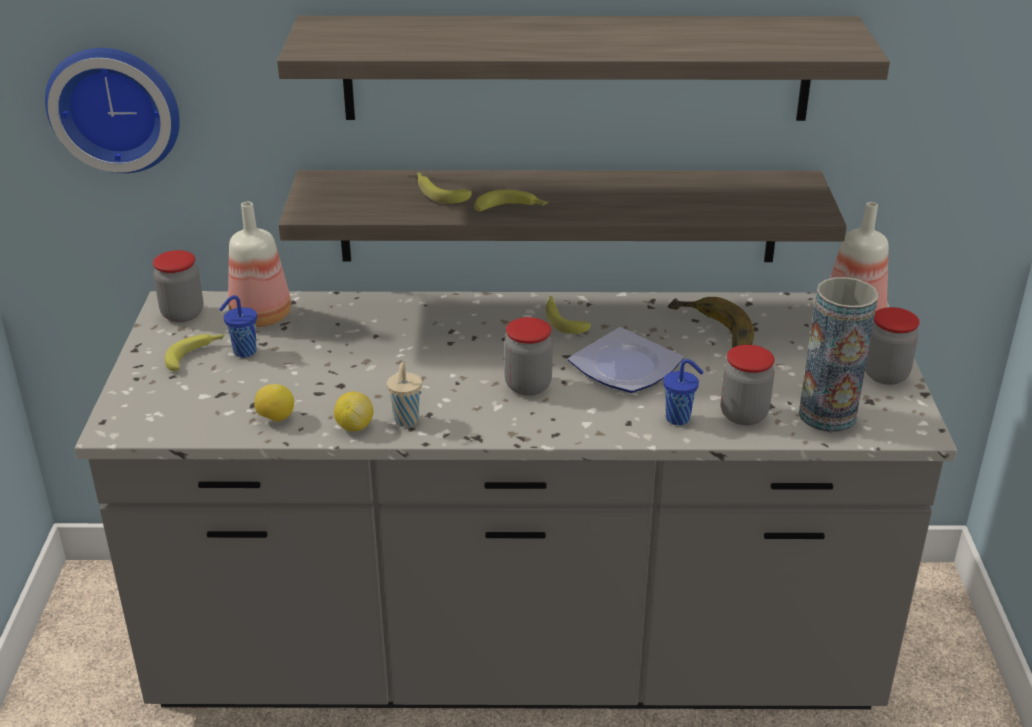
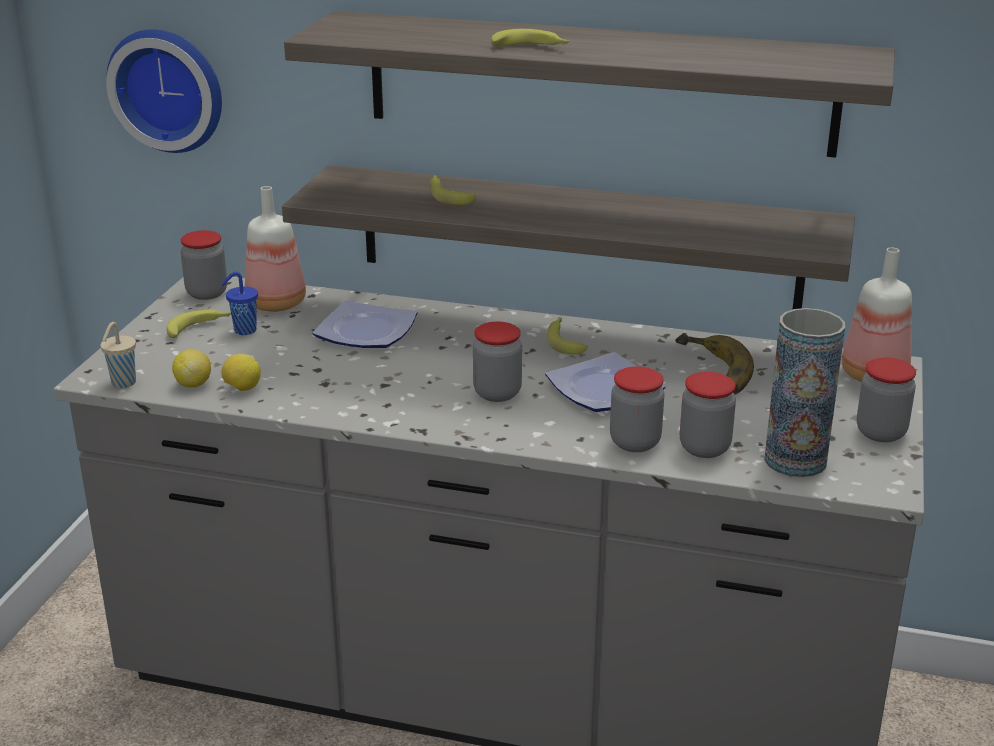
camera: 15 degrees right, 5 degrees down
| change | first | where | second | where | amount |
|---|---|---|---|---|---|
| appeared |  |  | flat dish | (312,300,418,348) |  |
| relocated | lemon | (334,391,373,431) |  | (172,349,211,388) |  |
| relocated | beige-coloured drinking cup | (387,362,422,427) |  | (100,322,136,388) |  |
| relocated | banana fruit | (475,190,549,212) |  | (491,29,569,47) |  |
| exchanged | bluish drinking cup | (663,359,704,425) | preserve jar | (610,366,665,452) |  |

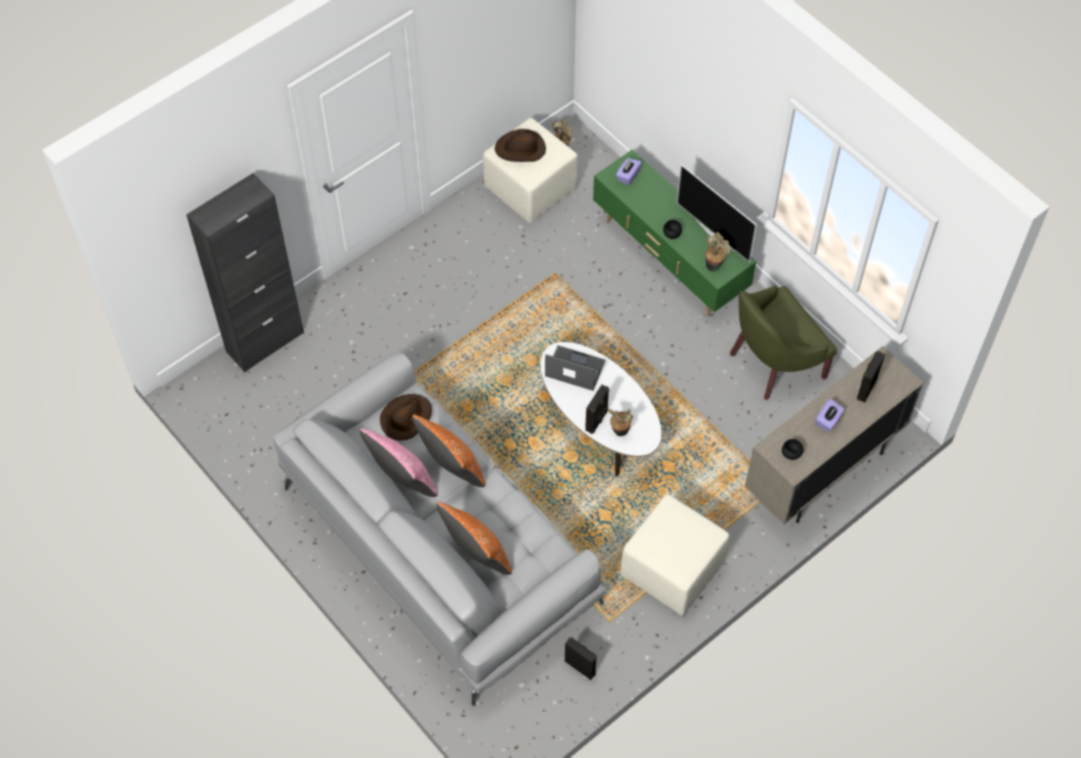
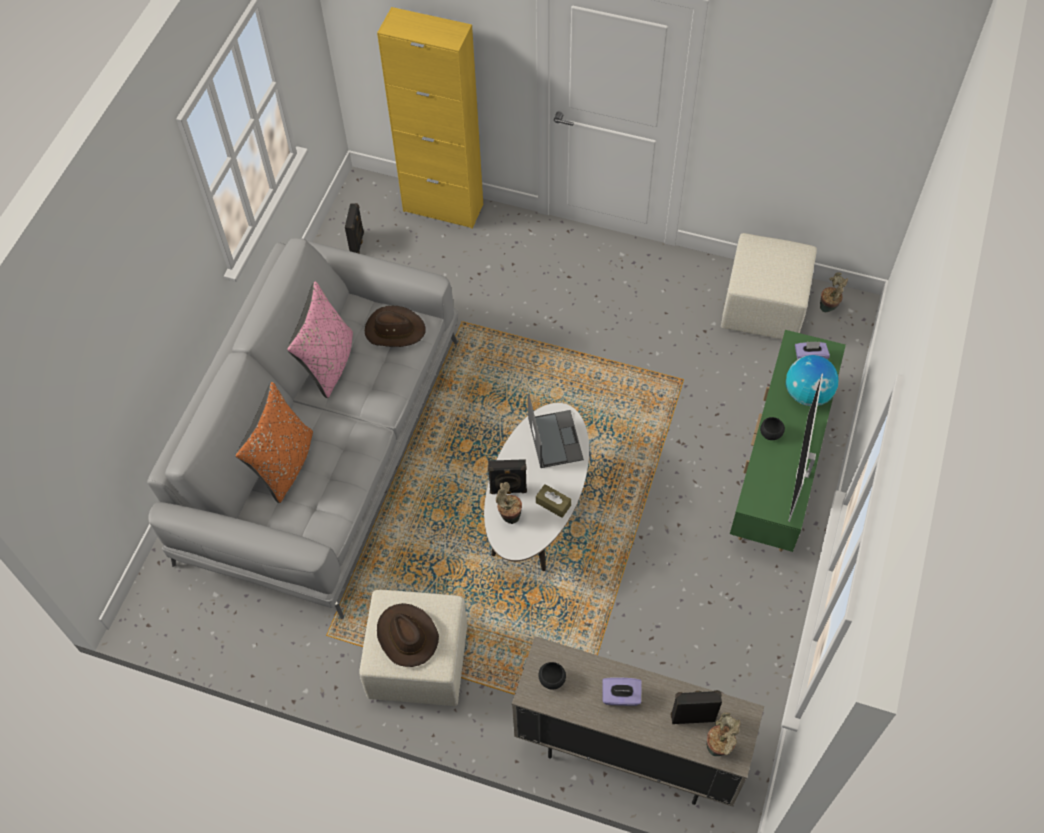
camera: 60 degrees right, 0 degrees up
| change | first | where | second | where | amount |
|---|---|---|---|---|---|
| missing | orange throw pillow | (412,415,486,487) |  |  |  |
| missing | green-coloured easy chair | (730,285,837,400) |  |  |  |
| appeared |  |  | brownish box of tissues | (536,484,571,518) |  |
| appeared |  |  | world globe | (786,355,839,406) |  |
| relocated | brownish clothing hat | (495,129,546,162) |  | (377,603,439,667) |  |
| relocated | black audio speaker | (565,637,597,680) |  | (345,203,364,253) |  |
| relocated | potted plant | (705,232,730,272) |  | (707,713,741,756) |  |
| colour | black cupboard | (186,173,304,372) | yellow cupboard | (377,7,483,229) |  |

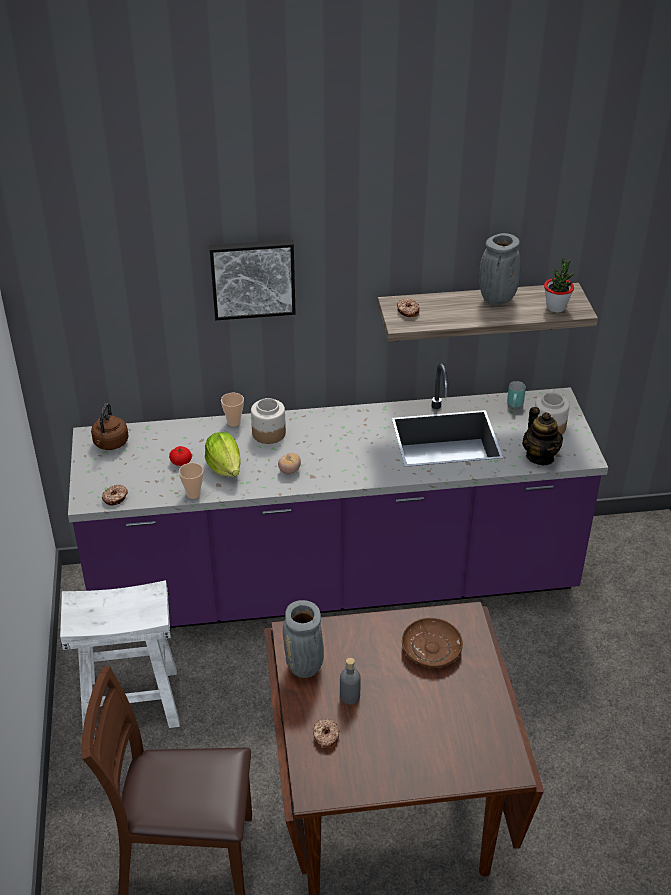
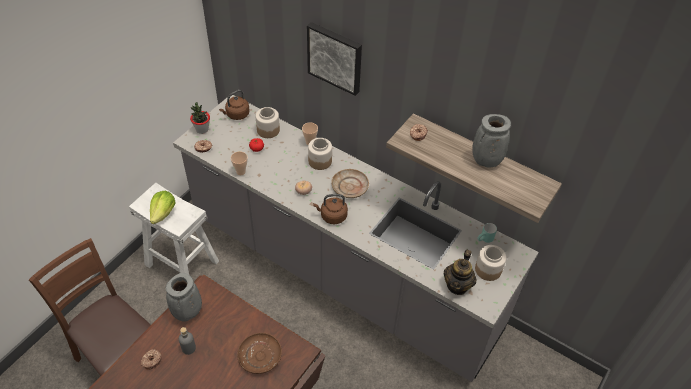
camera: 40 degrees right, 10 degrees up
| change | first | where | second | where | amount |
|---|---|---|---|---|---|
| appeared |  |  | preserve jar | (256,107,280,138) |  |
| appeared |  |  | brownish kettle | (313,194,348,224) |  |
| appeared |  |  | beige-coloured flat dish | (331,169,369,198) |  |
| relocated | lettuce | (205,432,241,477) |  | (150,191,176,224) |  |
| relocated | potted plant | (544,258,575,313) |  | (190,102,210,134) |  |
| colour | purple counter | (68,363,608,628) | gray counter | (173,95,539,382) |  |

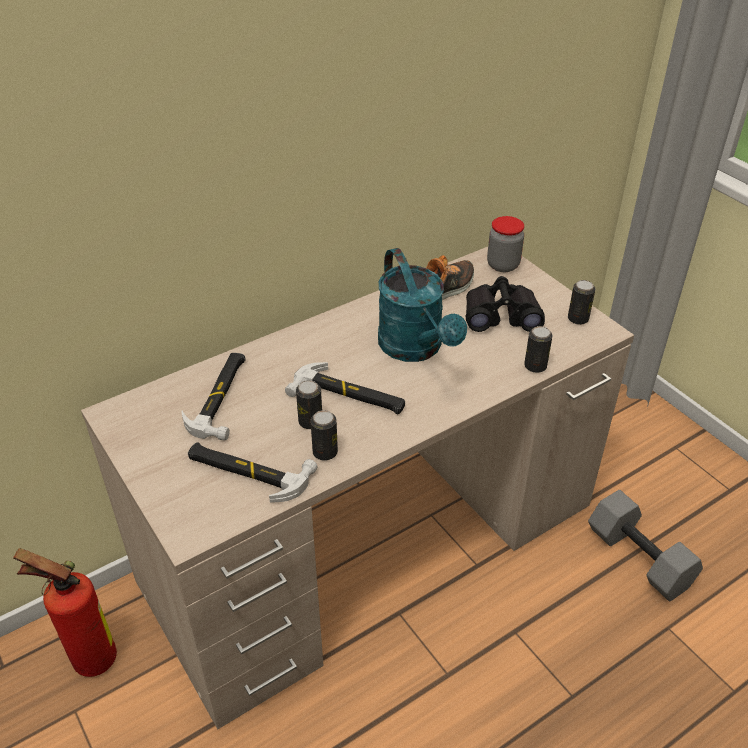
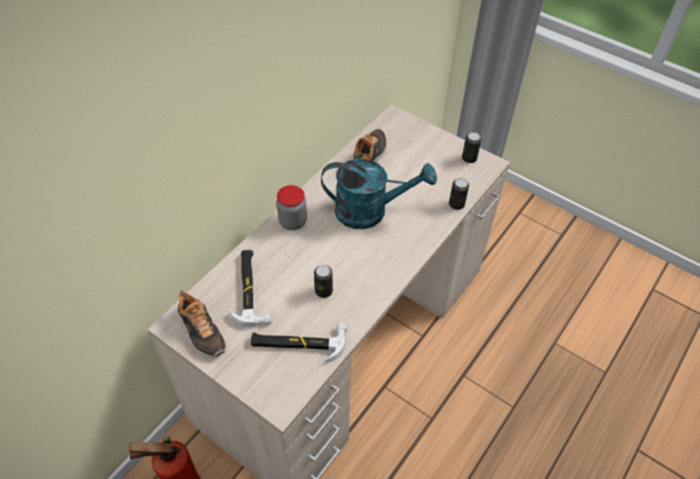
camera: 20 degrees left, 10 degrees up
| change | first | where | second | where | amount |
|---|---|---|---|---|---|
| missing | tool hammer | (285,362,405,414) |  |  |  |
| missing | sealed can | (310,410,338,461) |  |  |  |
| missing | black pair of binoculars | (466,276,545,332) |  |  |  |
| missing | gray free weight | (588,490,703,601) |  |  |  |
| appeared |  |  | low shoe | (178,291,227,357) |  |
| relocated | preserve jar | (487,216,524,272) |  | (277,185,307,230) |  |
| spun | turquoise-coloured watering pot | (378,248,467,362) |  | (321,159,437,229) | 45 degrees counterclockwise |

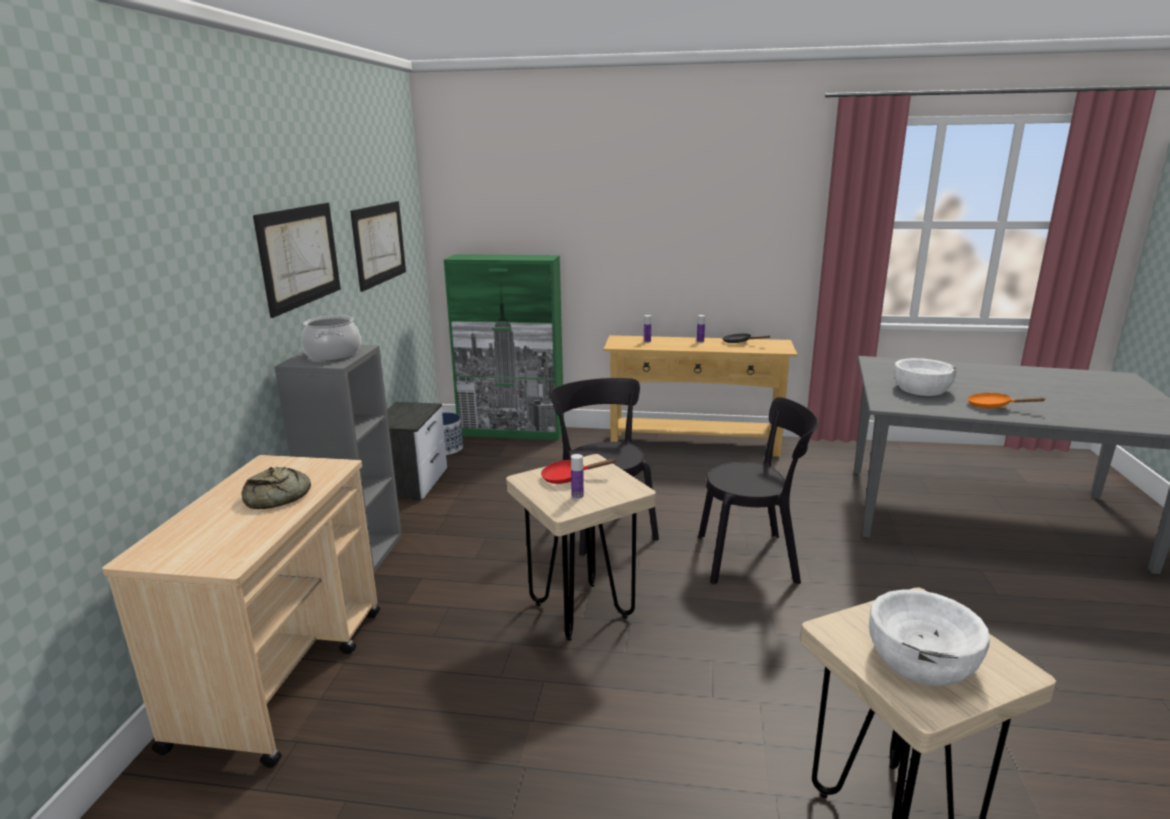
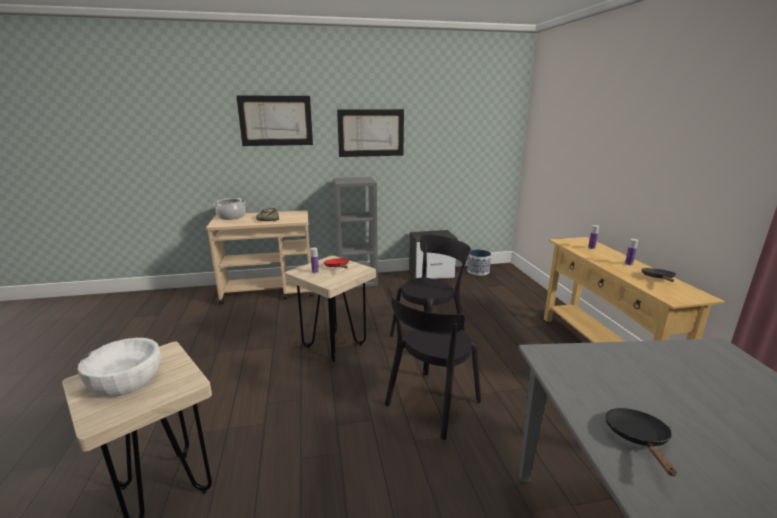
camera: 70 degrees right, 0 degrees up
| change | first | where | second | where | amount |
|---|---|---|---|---|---|
| missing | green-coloured cupboard | (444,254,564,440) |  |  |  |
| missing | whitish deep dish | (894,358,956,396) |  |  |  |
| relocated | cooking pot | (301,316,361,360) |  | (214,198,246,220) |  |
| relocated | wall art | (350,201,406,292) |  | (236,96,313,146) |  |
| colour | orange skillet | (967,393,1045,408) | black skillet | (606,408,677,476) |  |
| spun | black upright chair | (698,397,818,584) |  | (385,288,481,440) | 60 degrees clockwise |

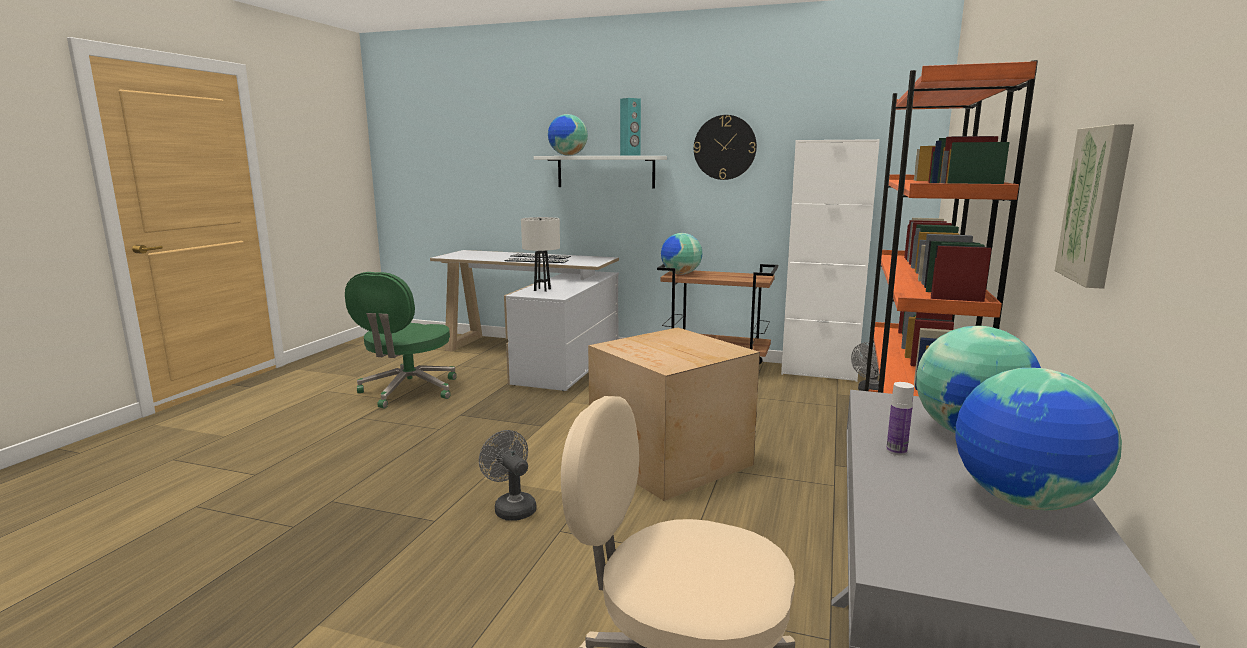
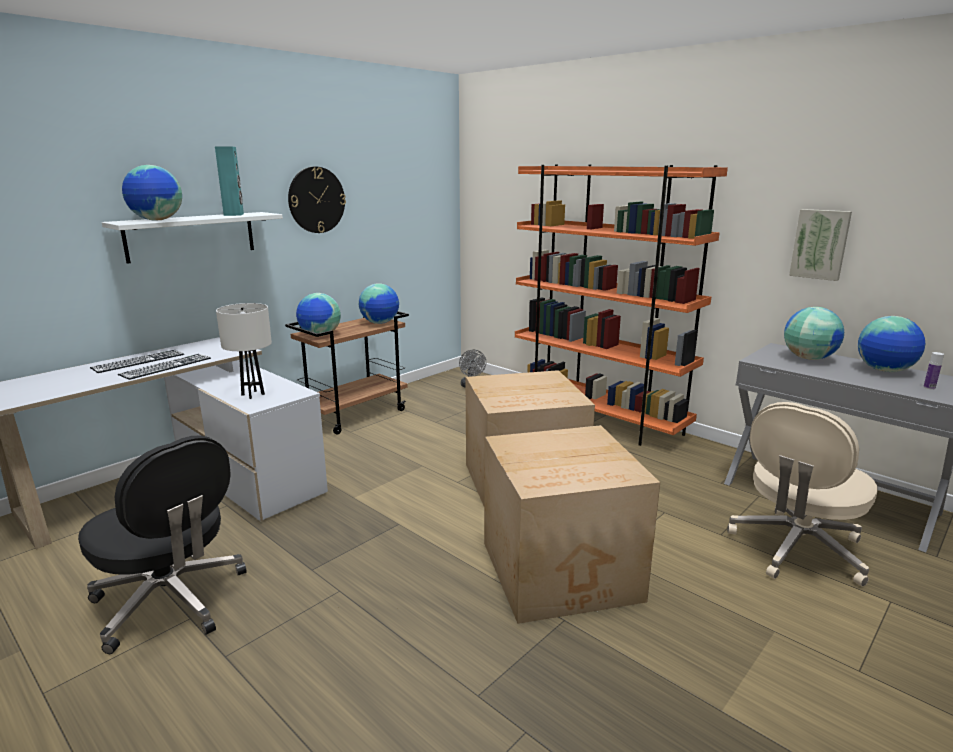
camera: 65 degrees left, 5 degrees up
| change | first | where | second | where | amount |
|---|---|---|---|---|---|
| missing | whitish cupboard | (781,139,880,382) |  |  |  |
| appeared |  |  | world globe | (359,283,399,324) |  |
| relocated | beverage bottle | (886,382,914,455) |  | (923,352,944,390) |  |
| exchanged | gray fan | (479,430,537,521) | packing box | (484,425,660,624) |  |
| colour | green-coloured desk chair | (345,272,457,408) | black desk chair | (78,435,247,654) |  |

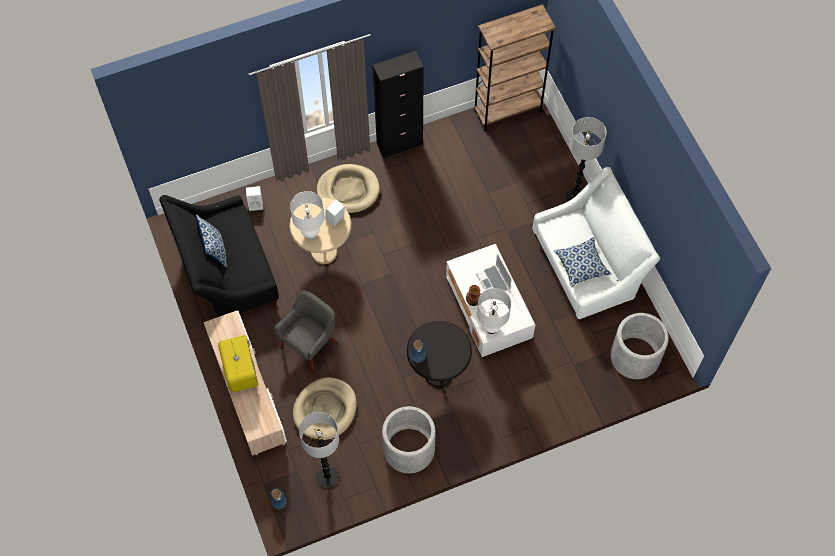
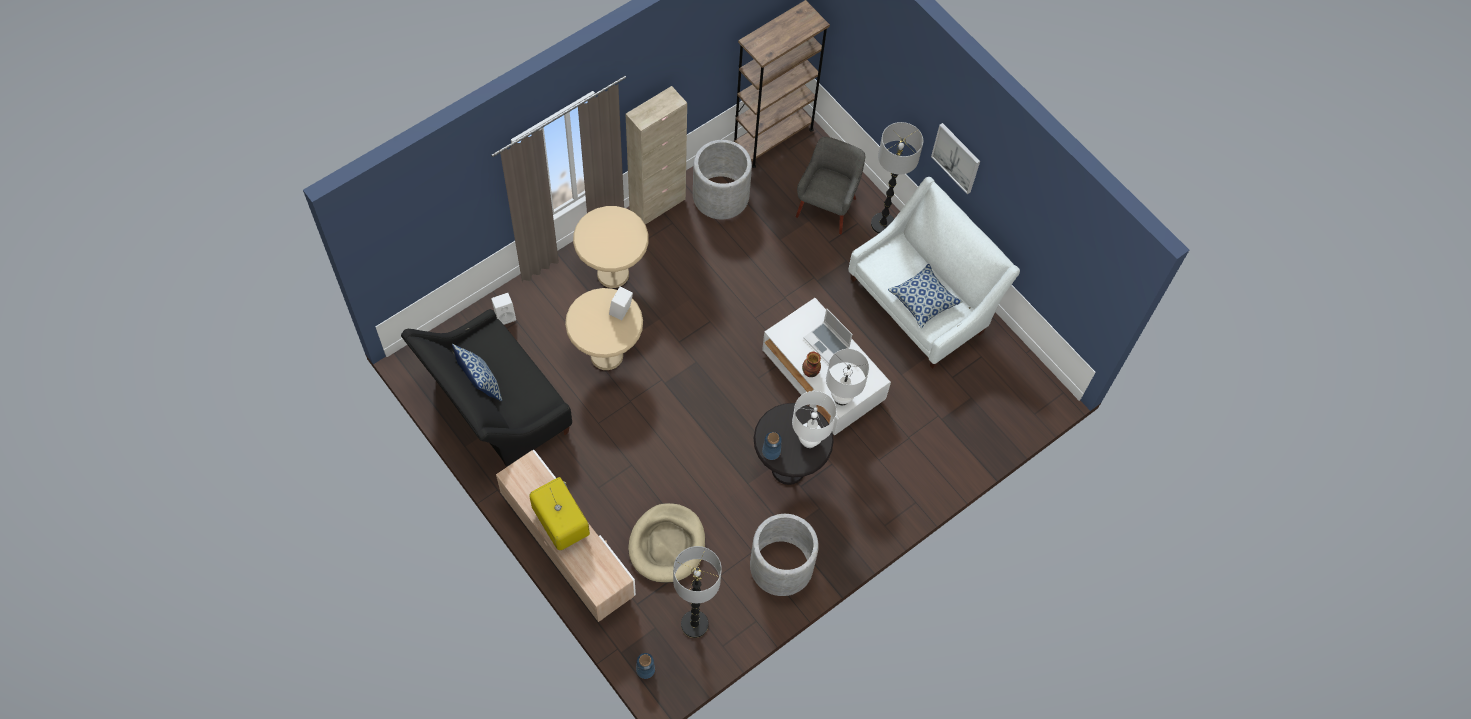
camera: 20 degrees left, 0 degrees up
| change | first | where | second | where | amount |
|---|---|---|---|---|---|
| appeared |  |  | wall art | (931,123,980,195) |  |
| relocated | gray easy chair | (274,290,338,373) |  | (796,137,865,235) |  |
| relocated | whitish tabletop lamp | (290,191,325,239) |  | (792,391,836,448) |  |
| relocated | gray planter | (610,313,669,379) |  | (693,140,752,219) |  |
| exchanged | beige-coloured dog cushion | (317,164,380,213) | beige-coloured accent table | (573,206,648,288) |  |
| colour | black cupboard | (373,51,424,158) | beige-coloured cupboard | (626,86,687,225) |  |

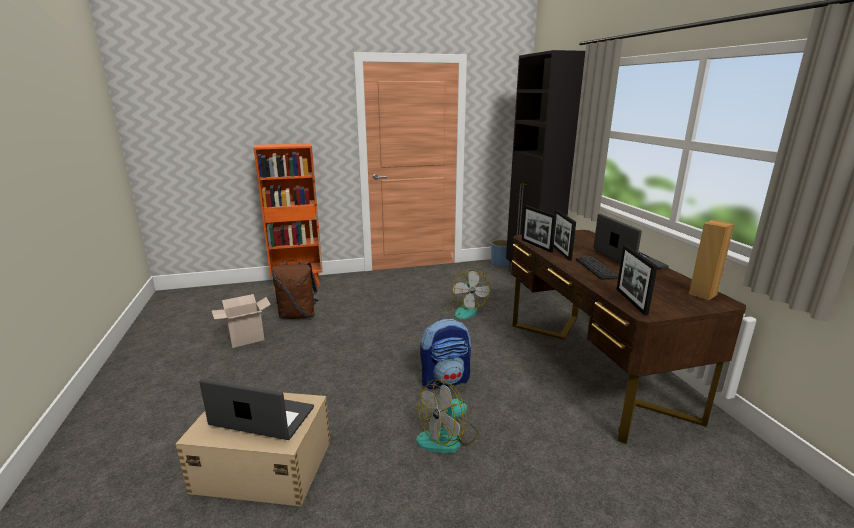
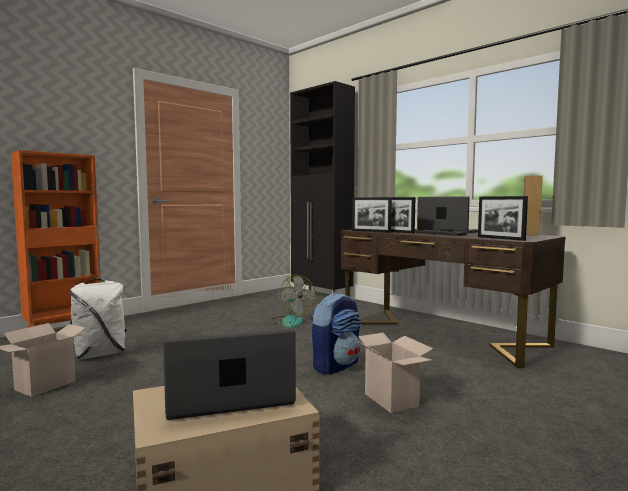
camera: 30 degrees left, 15 degrees down
| change | first | where | second | where | amount |
|---|---|---|---|---|---|
| missing | bluish planter | (491,240,512,268) |  |  |  |
| exchanged | fan | (416,379,478,453) | packing box | (354,333,433,413) |  |
| colour | brownish rucksack | (272,260,318,319) | whitish rucksack | (70,279,127,359) |  |

